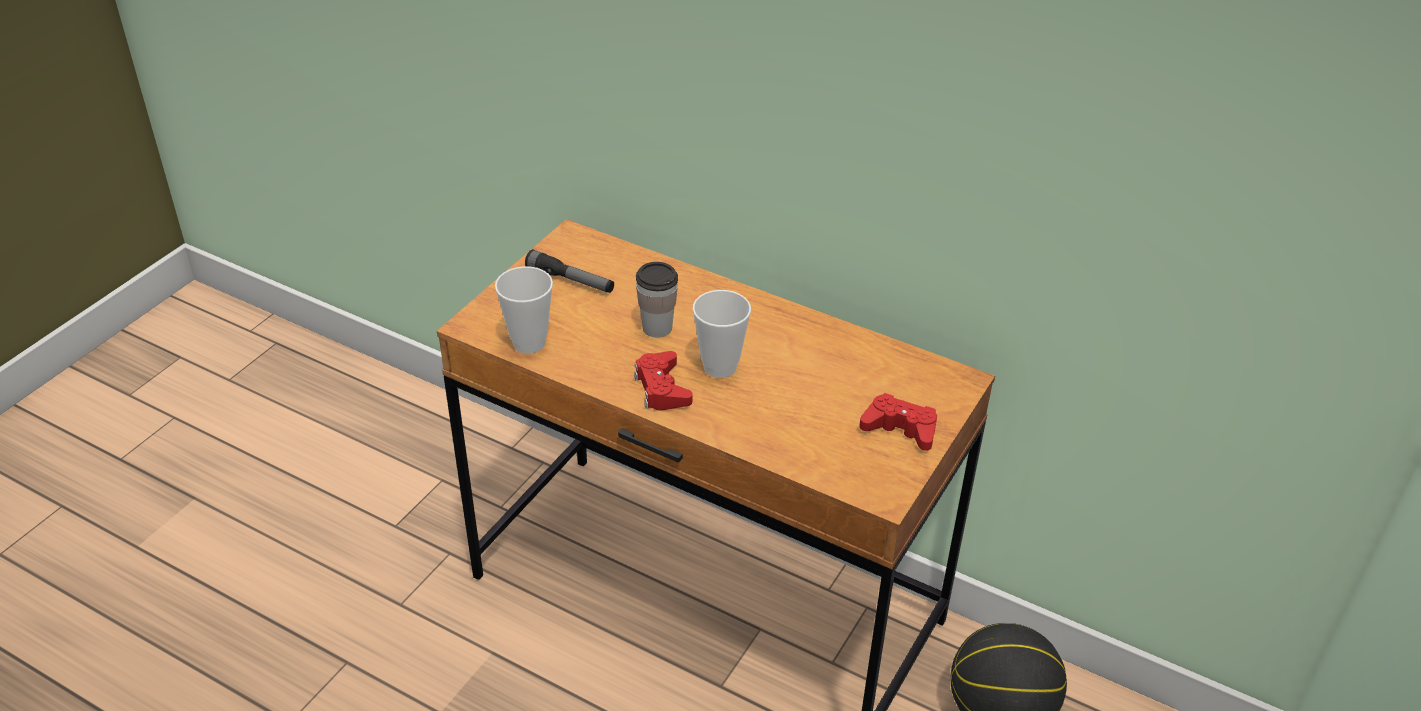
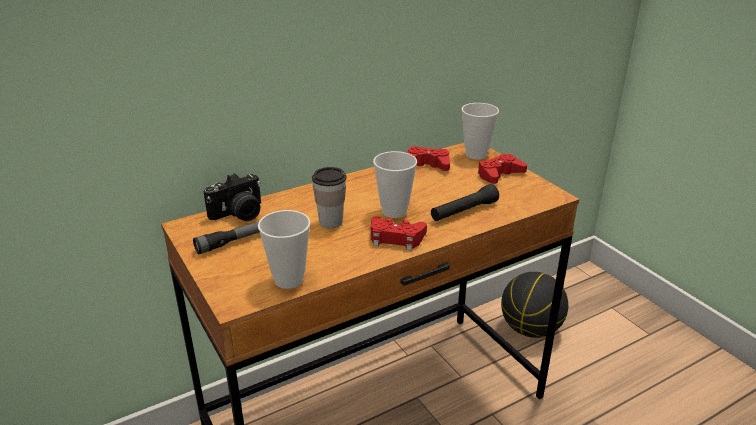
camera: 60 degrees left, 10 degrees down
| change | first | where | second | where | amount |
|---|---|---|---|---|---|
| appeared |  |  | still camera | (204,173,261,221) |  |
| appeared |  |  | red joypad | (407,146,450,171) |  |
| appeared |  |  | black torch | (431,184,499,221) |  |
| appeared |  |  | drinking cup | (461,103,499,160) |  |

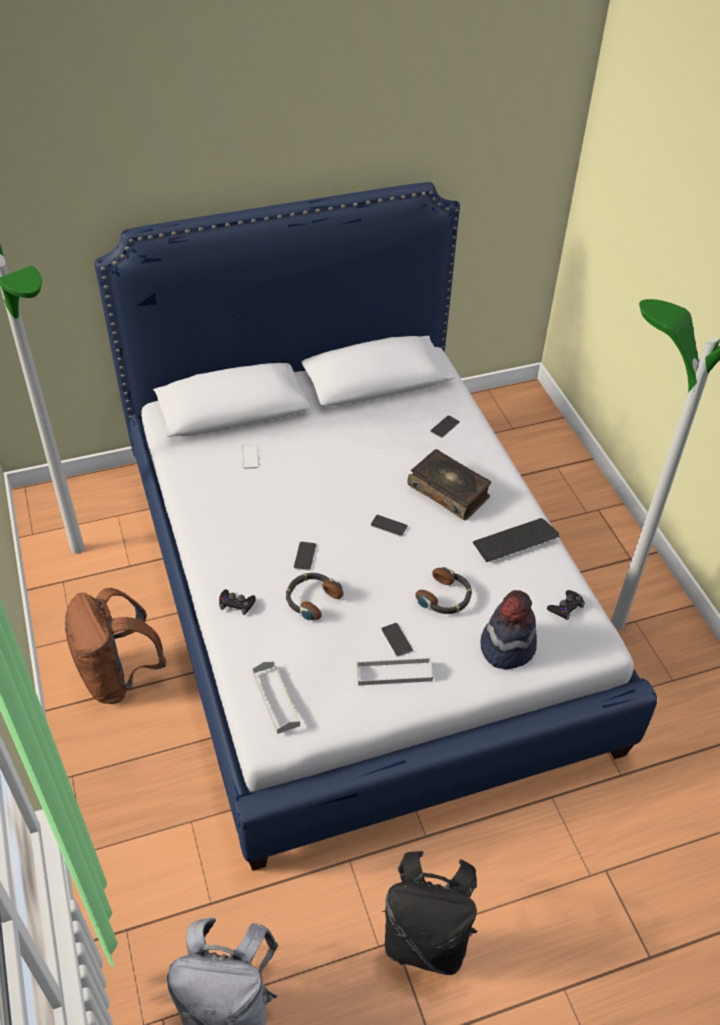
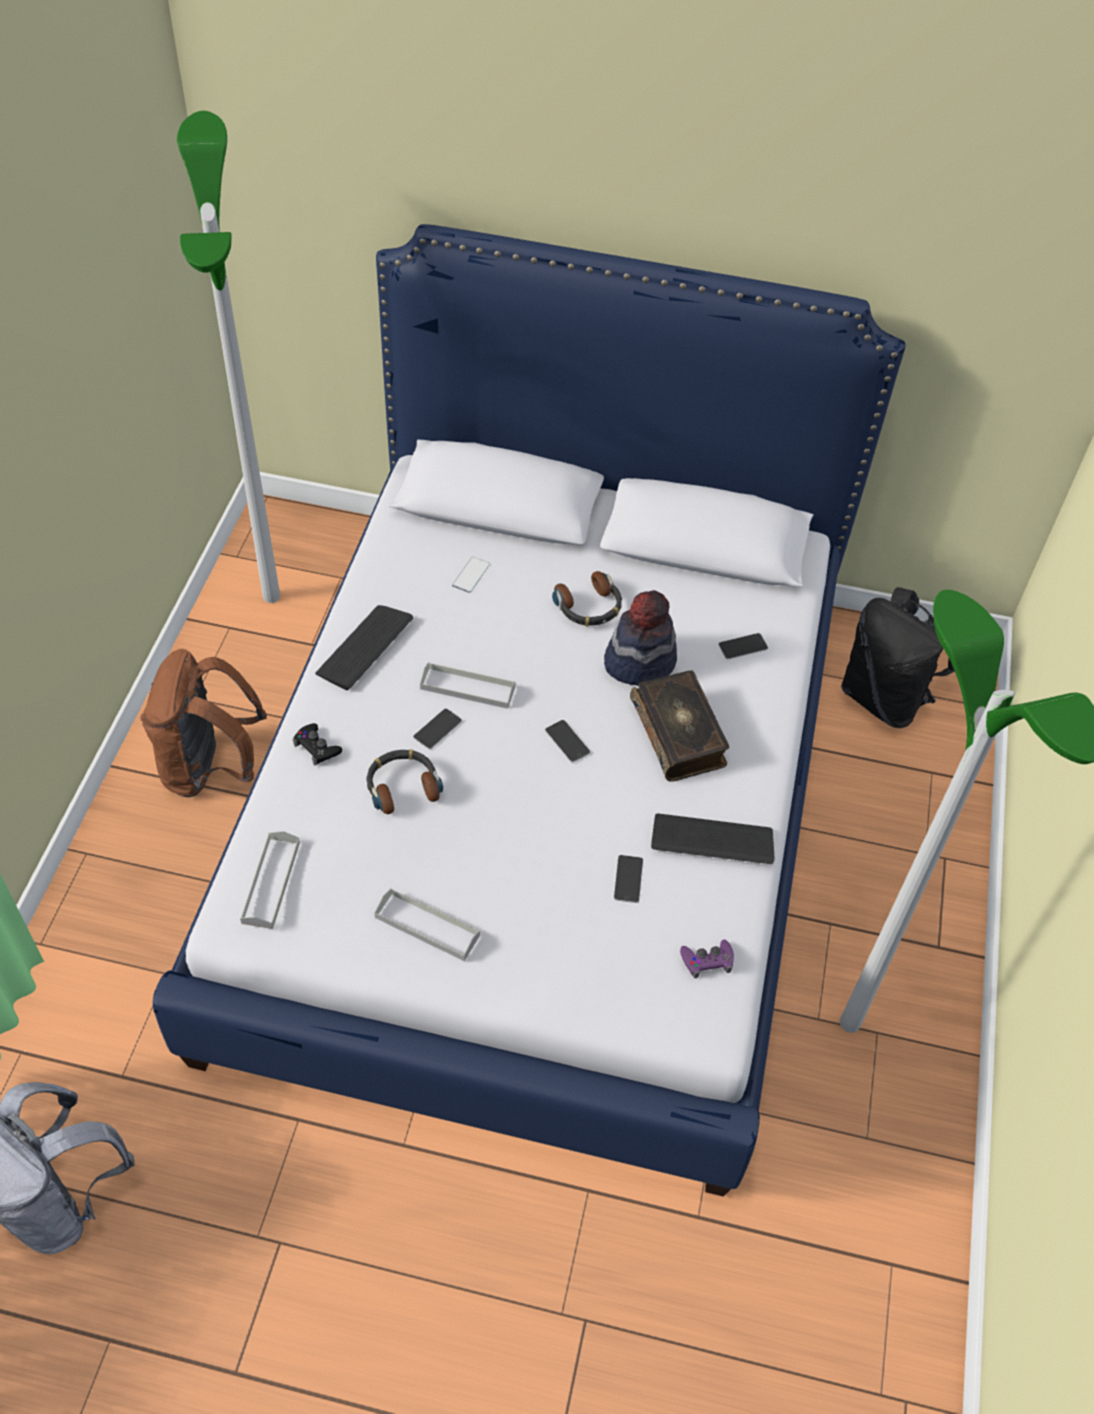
camera: 30 degrees right, 5 degrees up
| change | first | where | second | where | amount |
|---|---|---|---|---|---|
| appeared |  |  | PC keyboard | (315,605,413,690) |  |
| appeared |  |  | gray serving tray | (420,662,516,709) |  |
| relocated | telephone | (381,623,413,657) |  | (614,855,643,903) |  |
| relocated | black rucksack | (382,851,478,975) |  | (841,587,955,728) |  |
| relocated | headset | (415,567,472,614) |  | (552,571,622,626) |  |
| relocated | clothing hat | (480,590,537,669) |  | (604,590,677,686) |  |
| colour | black joypad | (547,590,585,620) | purple joypad | (680,939,734,978) |  |

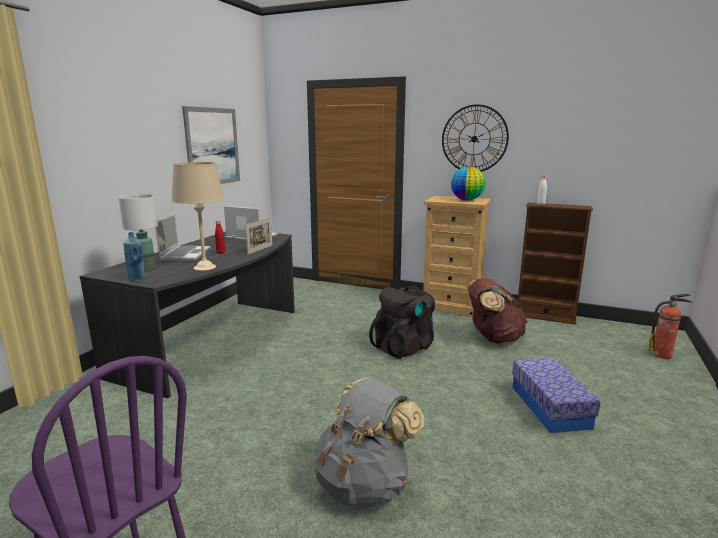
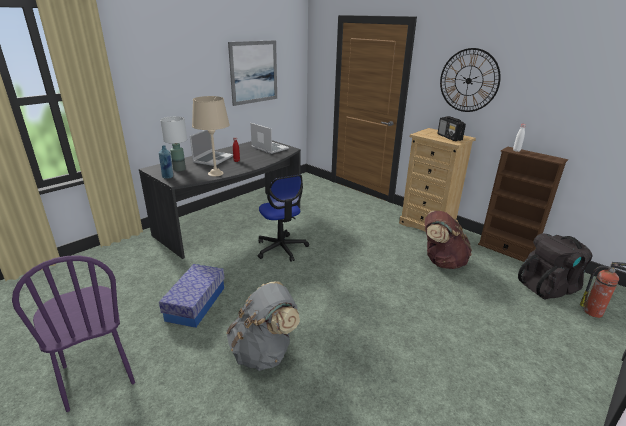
camera: 20 degrees right, 10 degrees up
| change | first | where | second | where | amount |
|---|---|---|---|---|---|
| missing | picture frame | (245,218,273,255) |  |  |  |
| appeared |  |  | desk chair | (258,175,309,262) |  |
| relocated | black rucksack | (369,285,435,359) |  | (518,233,592,300) |  |
| relocated | storage box | (512,358,601,433) |  | (159,264,225,328) |  |
| exchanged | world globe | (451,166,485,200) | radio | (437,116,466,141) |  |

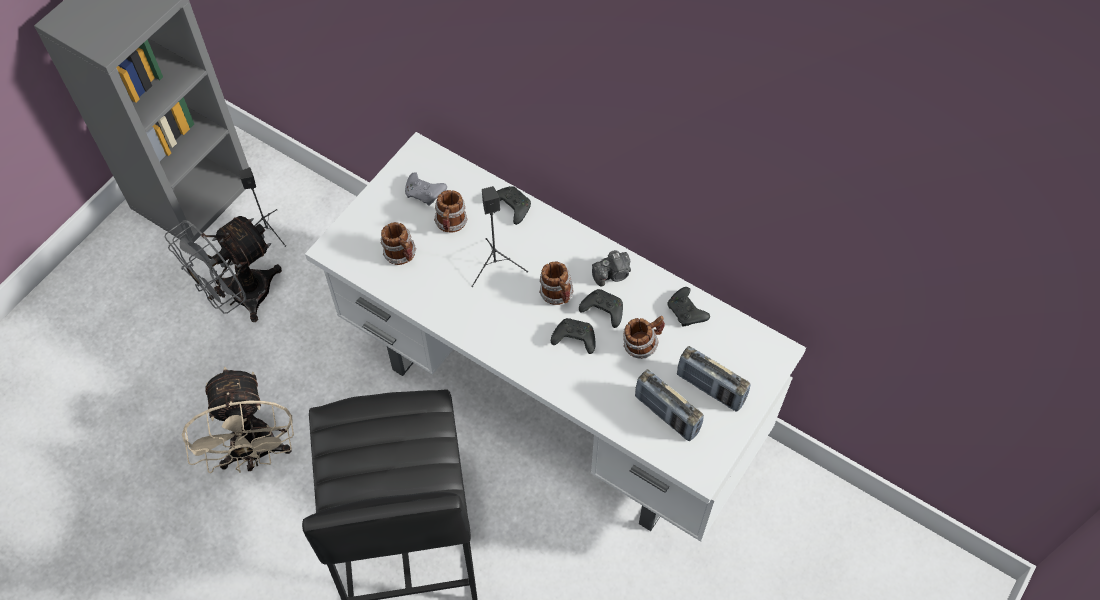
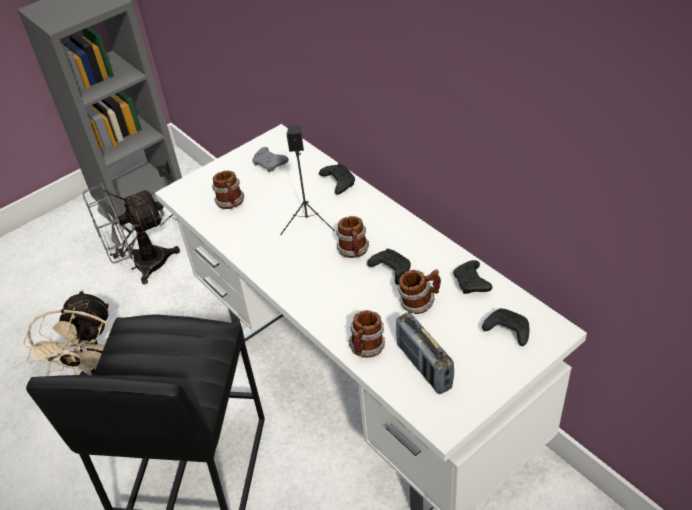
camera: 20 degrees right, 15 degrees down
| change | first | where | second | where | amount |
|---|---|---|---|---|---|
| missing | still camera | (592,250,631,286) |  |  |  |
| missing | radio | (677,346,751,412) |  |  |  |
| relocated | tea mug | (434,190,468,233) |  | (348,310,385,358) |  |
| relocated | black joypad | (551,318,596,354) |  | (482,308,529,346) |  |

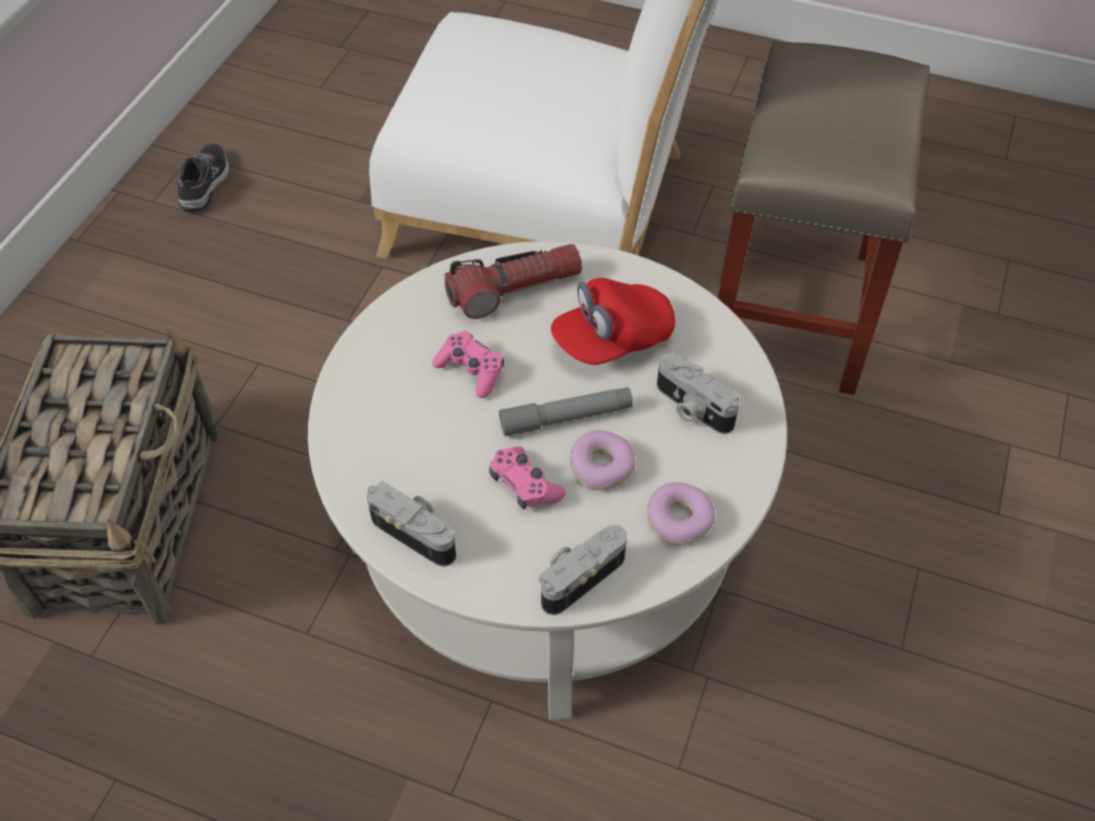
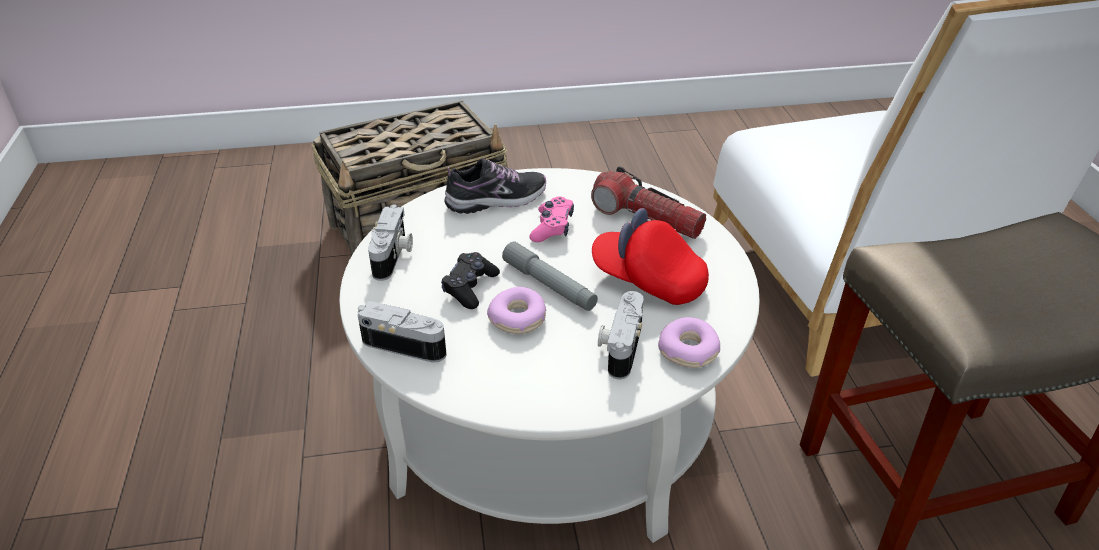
camera: 60 degrees right, 15 degrees down
| change | first | where | second | where | amount |
|---|---|---|---|---|---|
| relocated | low shoe | (177,143,229,212) |  | (444,158,546,214) |  |
| relocated | ring doughnut | (647,482,716,545) |  | (658,317,720,368) |  |
| colour | pink-coloured joypad | (489,446,565,510) | black joypad | (441,252,500,309) |  |

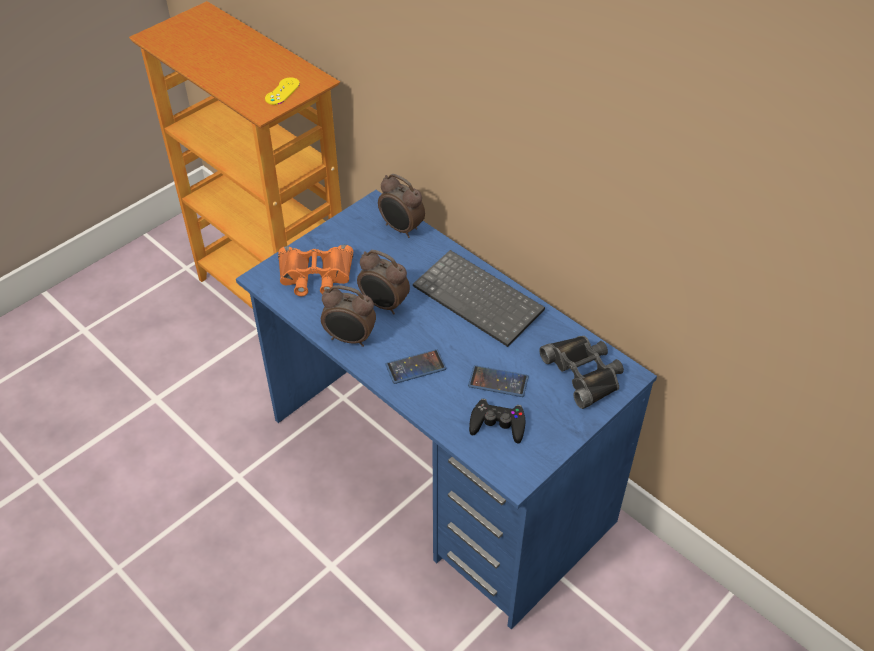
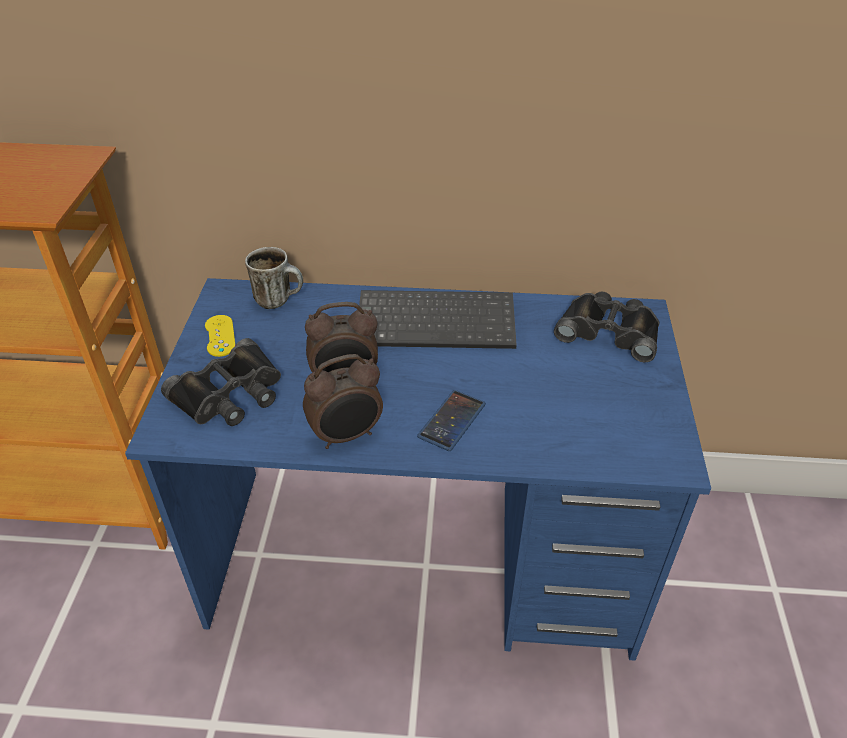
camera: 40 degrees left, 5 degrees down
| change | first | where | second | where | amount |
|---|---|---|---|---|---|
| missing | telephone | (468,365,529,397) |  |  |  |
| missing | black joypad | (469,399,526,444) |  |  |  |
| relocated | yellow joypad | (265,78,300,105) |  | (205,315,235,357) |  |
| exchanged | alarm clock | (378,174,425,238) | tea mug | (245,247,303,309) |  |
| colour | orange pair of binoculars | (278,245,353,296) | black pair of binoculars | (161,338,281,426) |  |

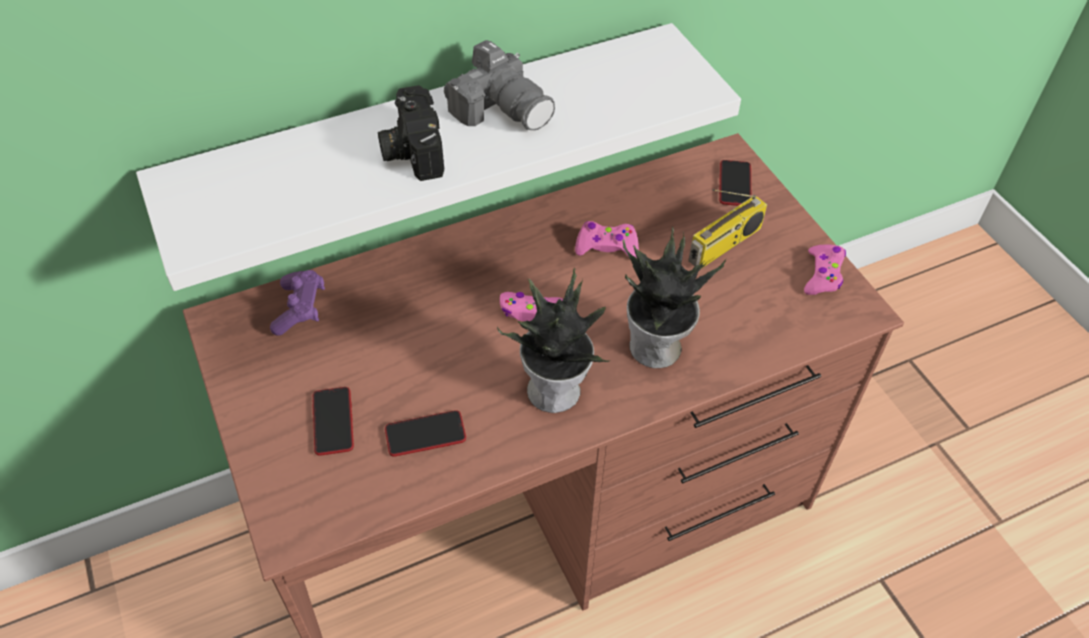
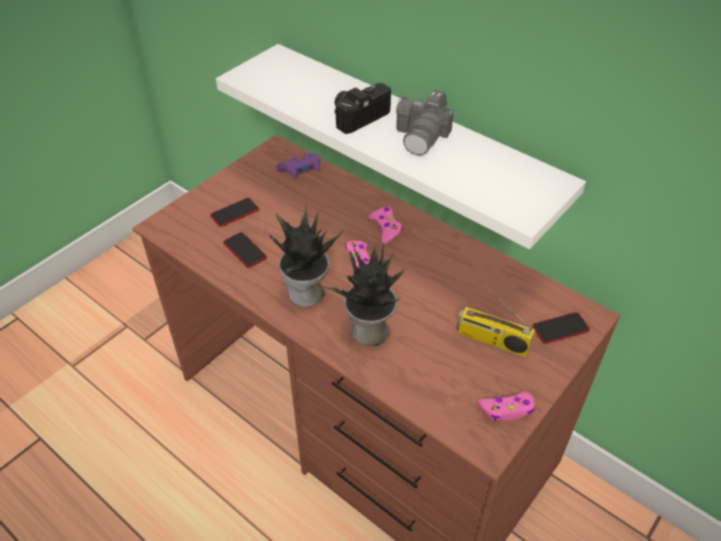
camera: 65 degrees right, 5 degrees down
| change | first | where | second | where | amount |
|---|---|---|---|---|---|
| relocated | pink-coloured joypad | (575,221,639,258) |  | (368,207,403,244) |  |

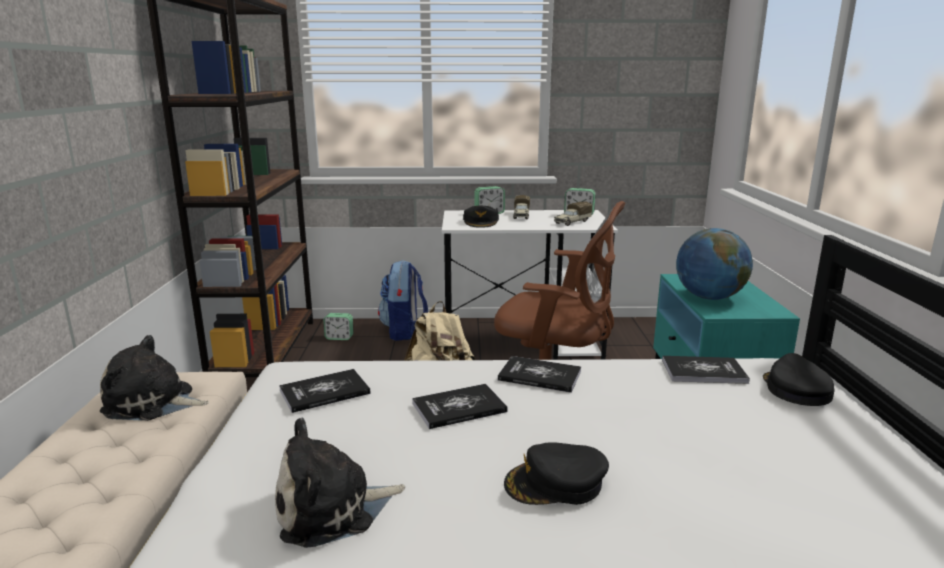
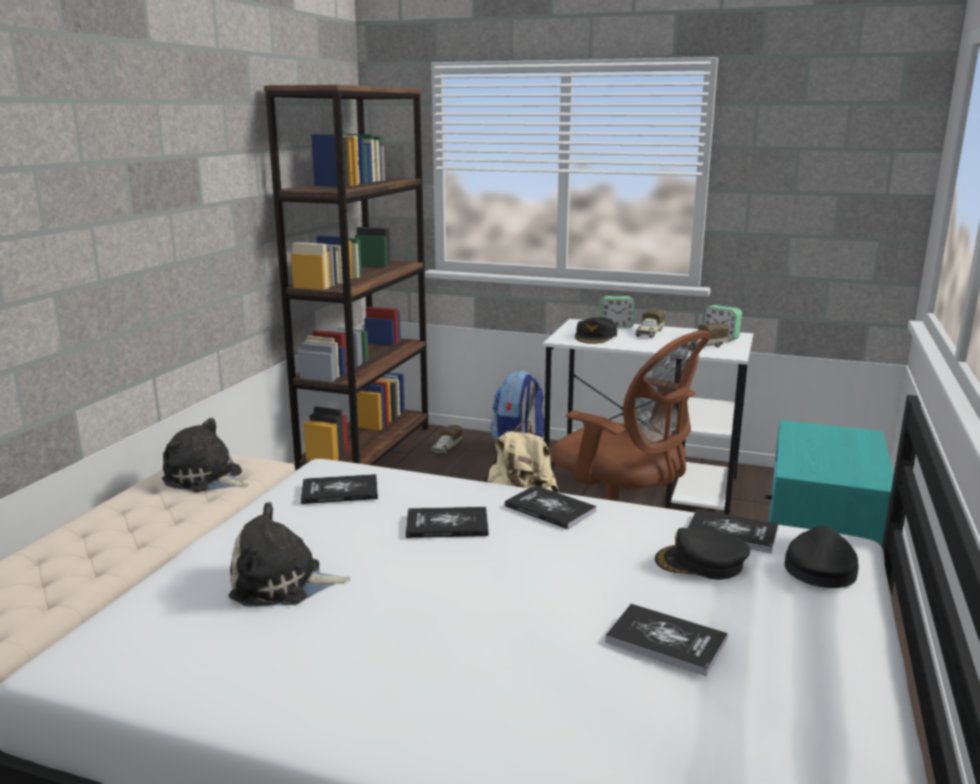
camera: 20 degrees right, 0 degrees up
| change | first | where | second | where | amount |
|---|---|---|---|---|---|
| missing | world globe | (676,228,753,300) |  |  |  |
| appeared |  |  | volume | (605,604,728,676) |  |
| relocated | black peaked cap | (504,442,609,505) |  | (655,528,750,580) |  |
| exchanged | alarm clock | (323,313,354,340) | toy truck | (431,425,463,454) |  |

